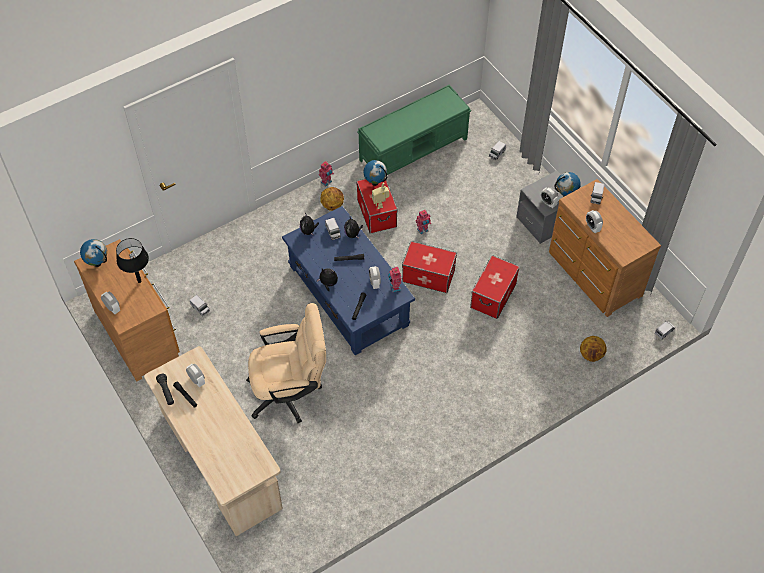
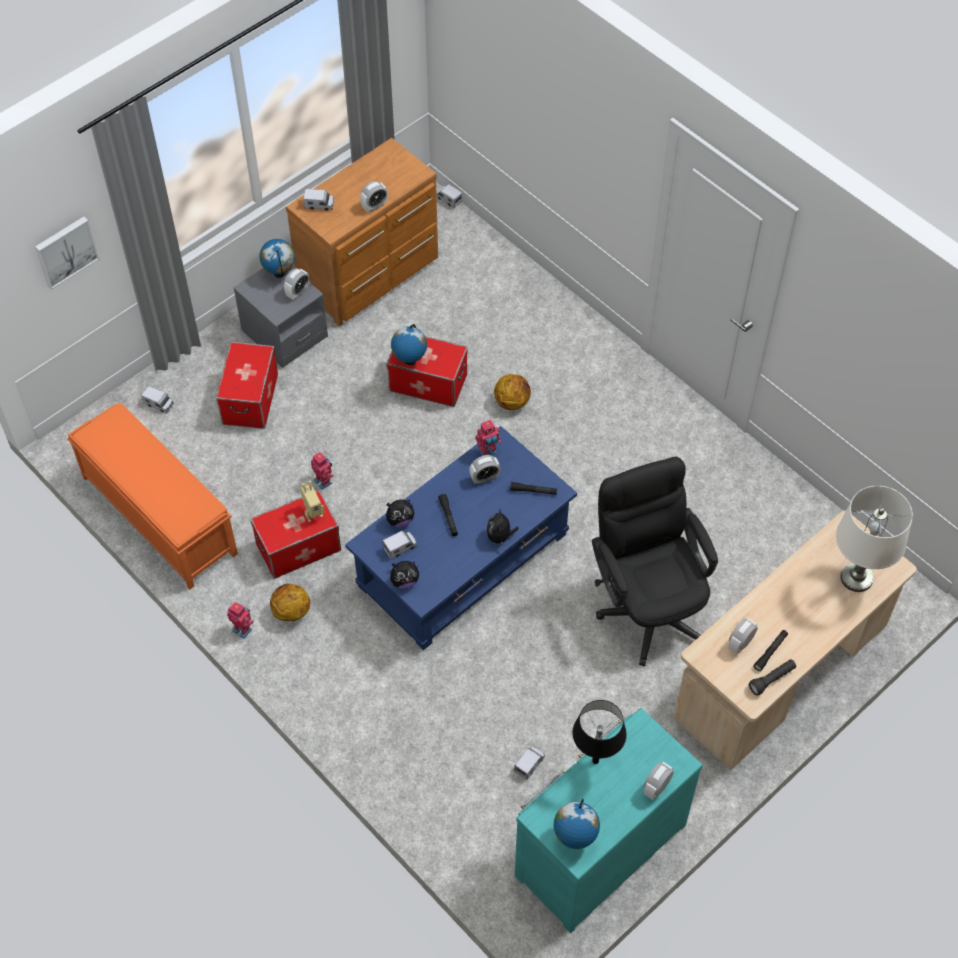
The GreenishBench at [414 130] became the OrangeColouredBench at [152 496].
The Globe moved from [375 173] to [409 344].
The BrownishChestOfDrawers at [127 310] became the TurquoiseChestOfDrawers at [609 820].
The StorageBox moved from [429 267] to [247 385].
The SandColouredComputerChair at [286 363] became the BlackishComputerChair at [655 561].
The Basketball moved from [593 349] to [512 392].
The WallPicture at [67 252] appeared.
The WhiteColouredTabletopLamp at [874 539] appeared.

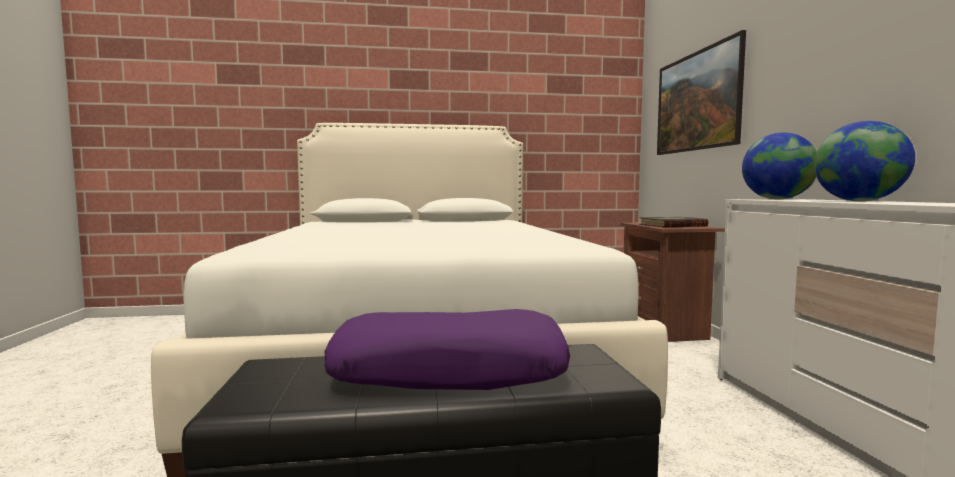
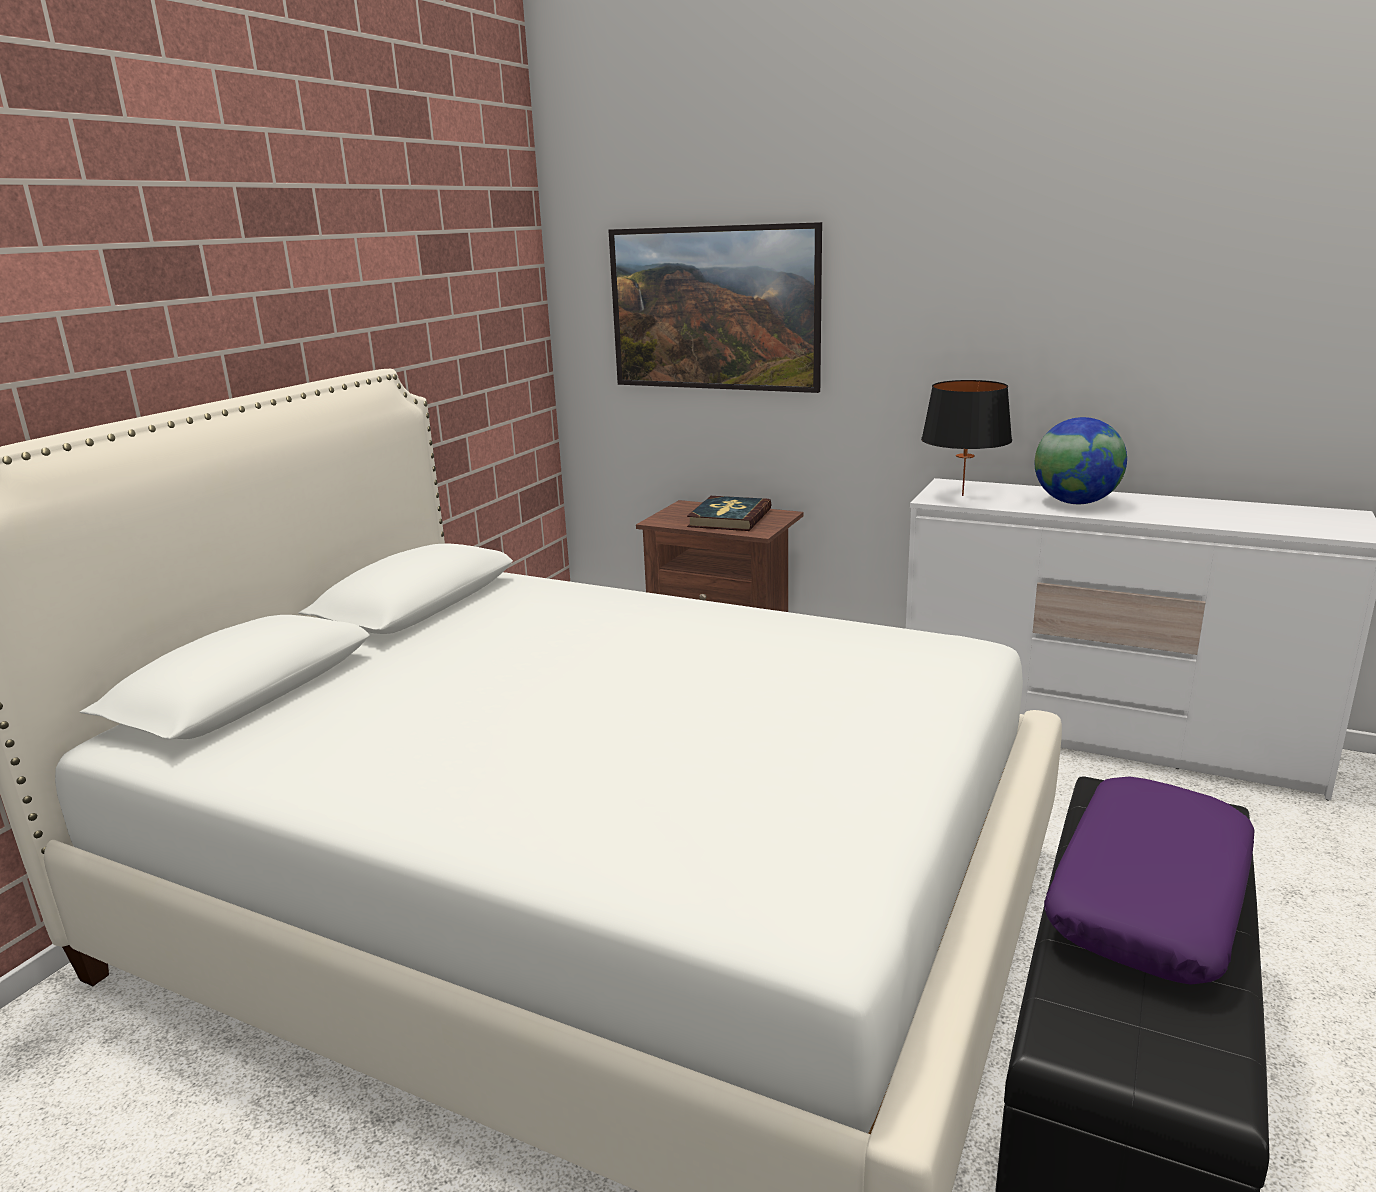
The Globe at [779 166] was replaced by the BlackishTabletopLamp at [966 438].

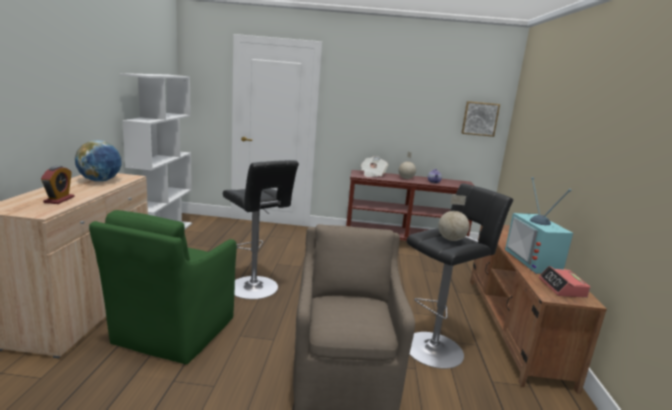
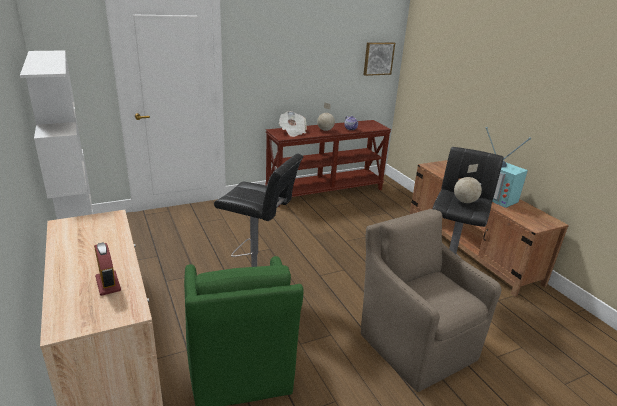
The Globe at [98 161] disappeared.
The AlarmClock at [564 282] disappeared.

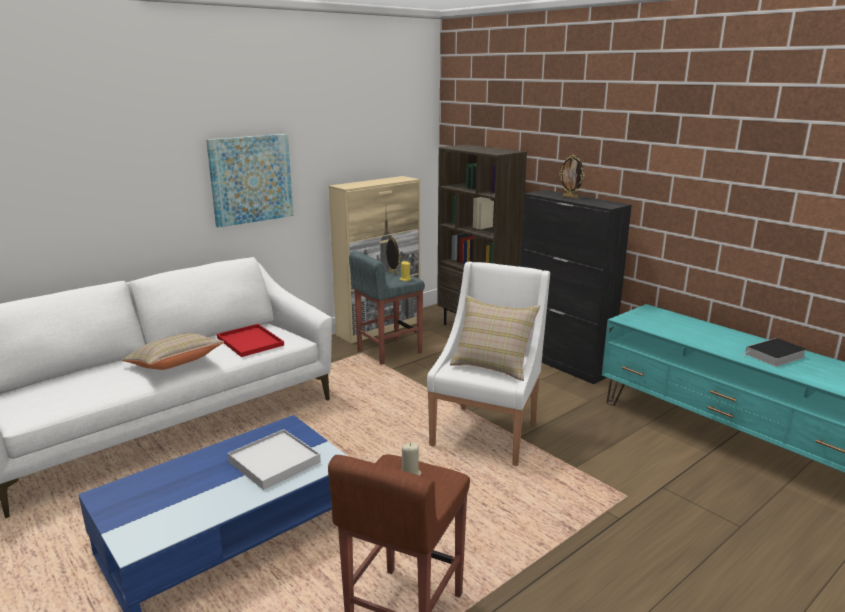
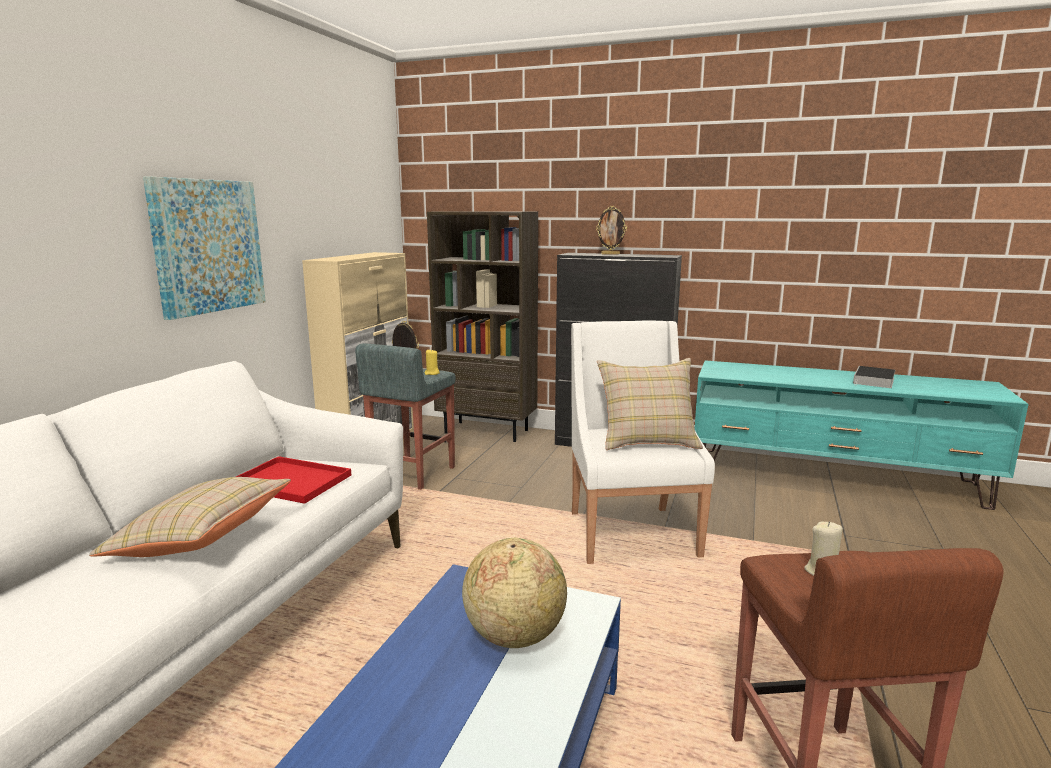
The WhiteColouredCarryingTray at [274 459] was replaced by the Globe at [514 593].

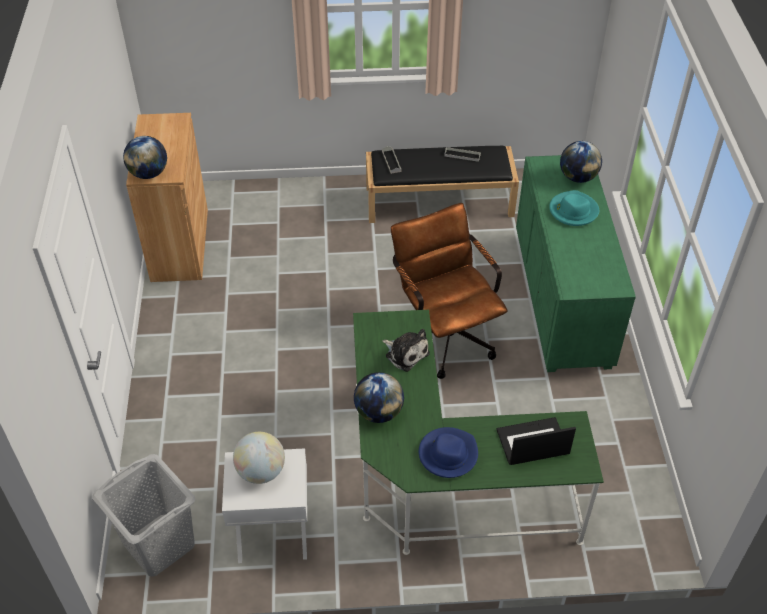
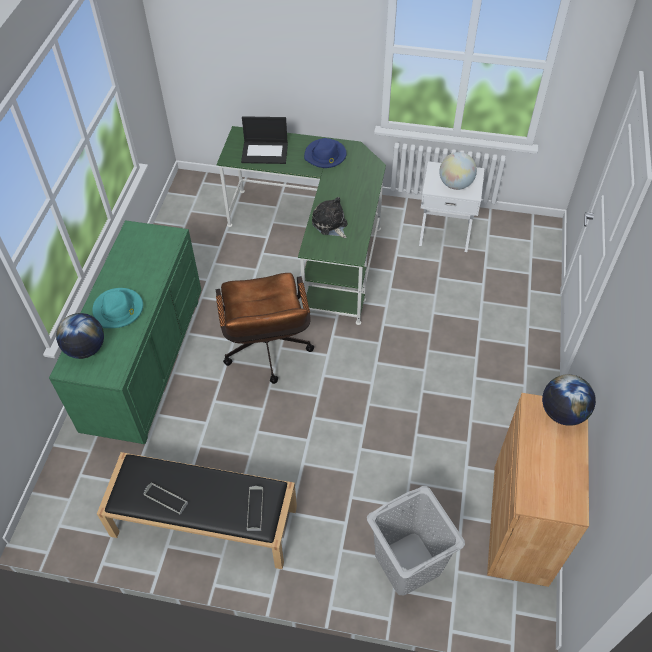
The Globe at [379 397] disappeared.
The GreyishWashingBasket moved from [143 515] to [416 541].

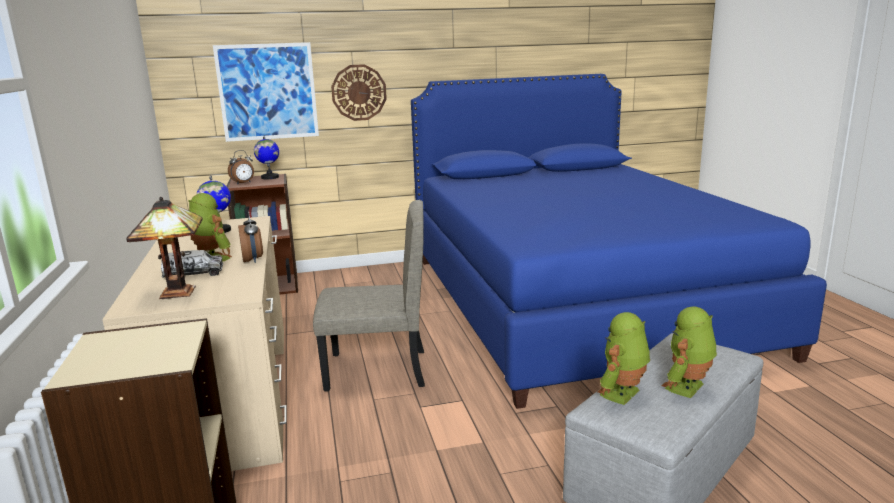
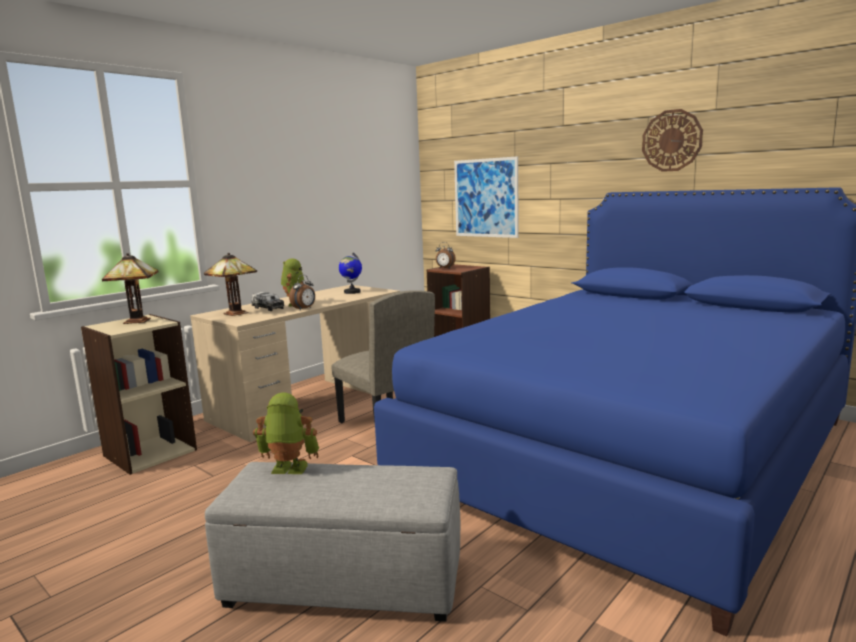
The ClockOnTheWall moved from [359 92] to [672 140].
The Globe at [266 157] disappeared.
The ToyRobot at [689 352] disappeared.
The TabletopLamp at [130 288] appeared.

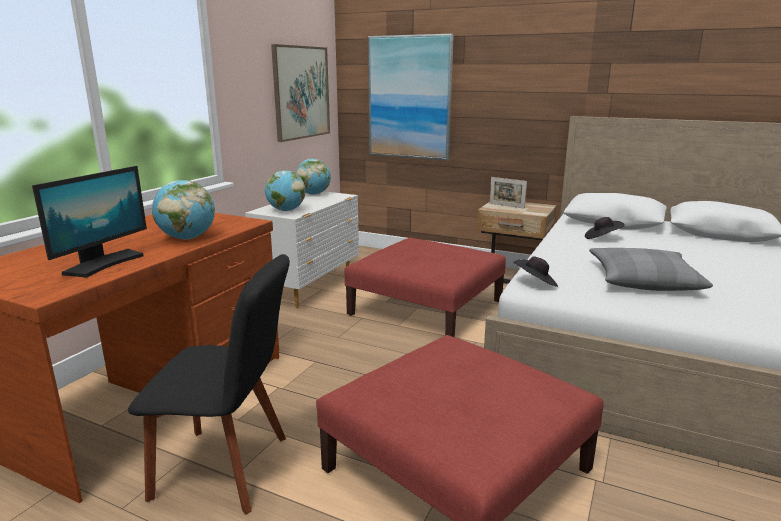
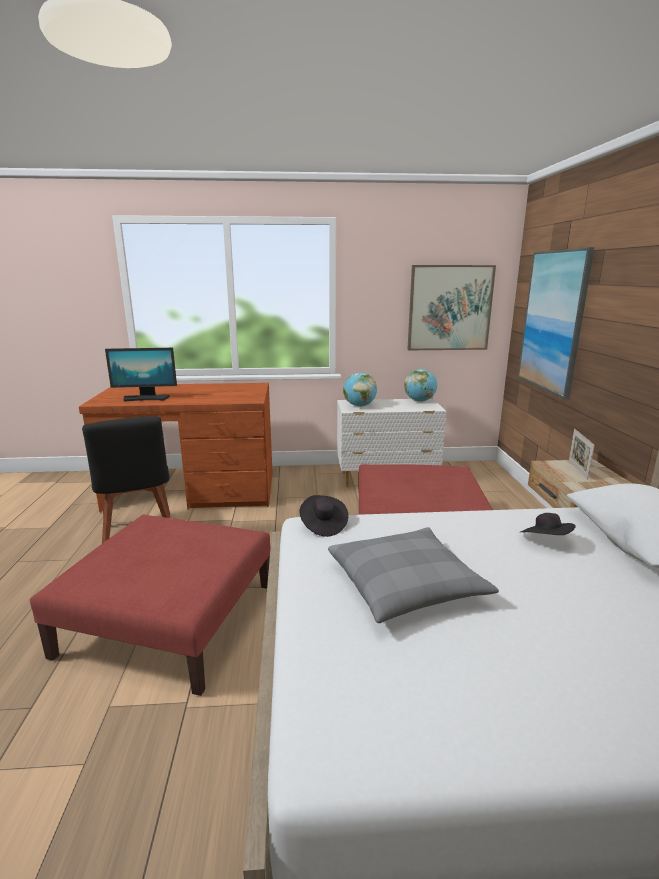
The Globe at [183 210] disappeared.

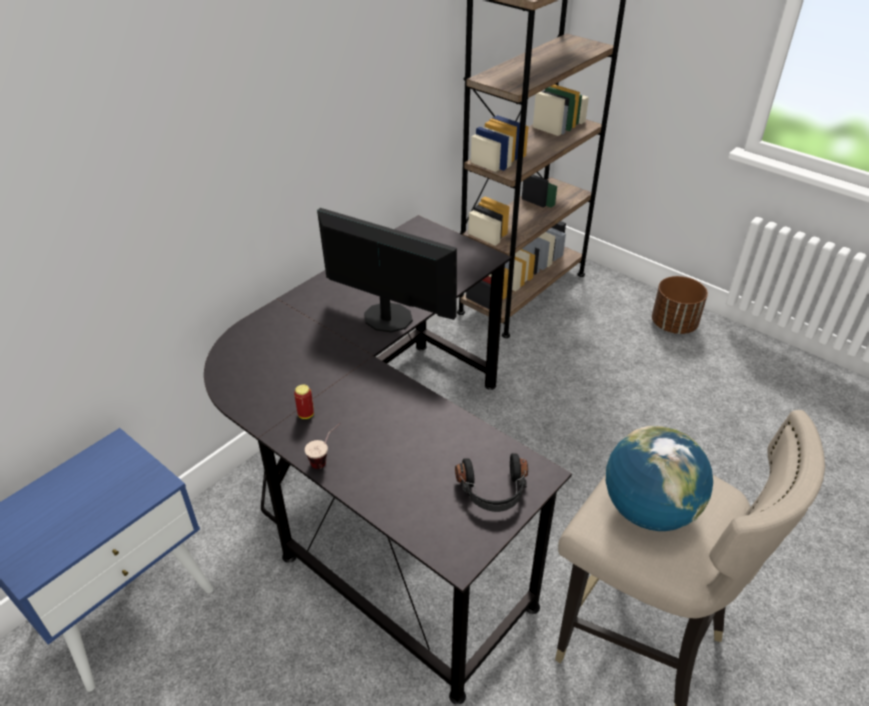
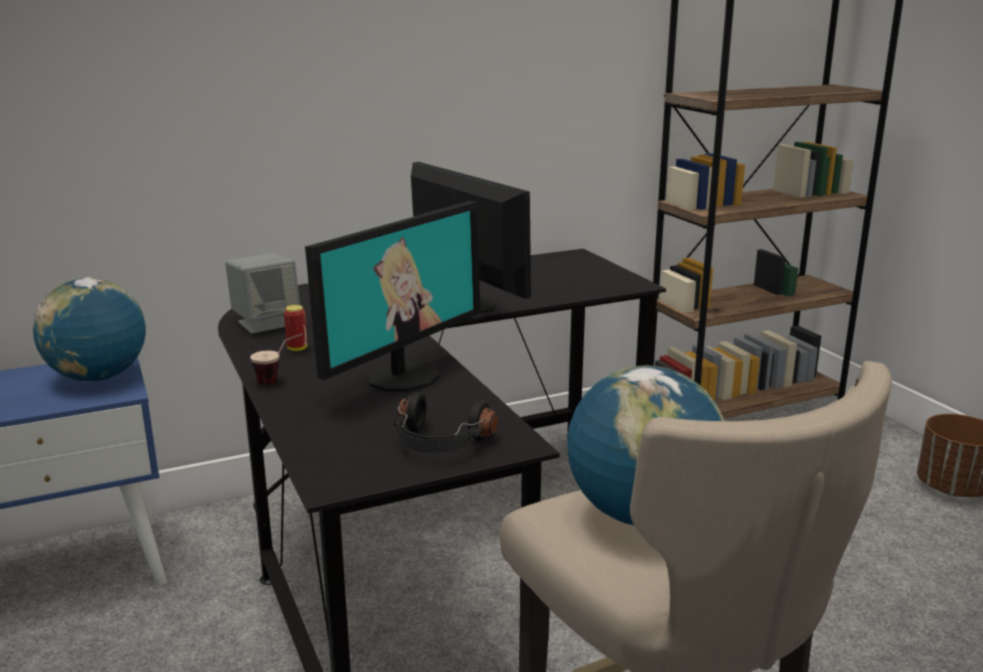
The Monitor at [393 296] appeared.
The GreyishAudioSpeaker at [262 293] appeared.
The Globe at [89 329] appeared.

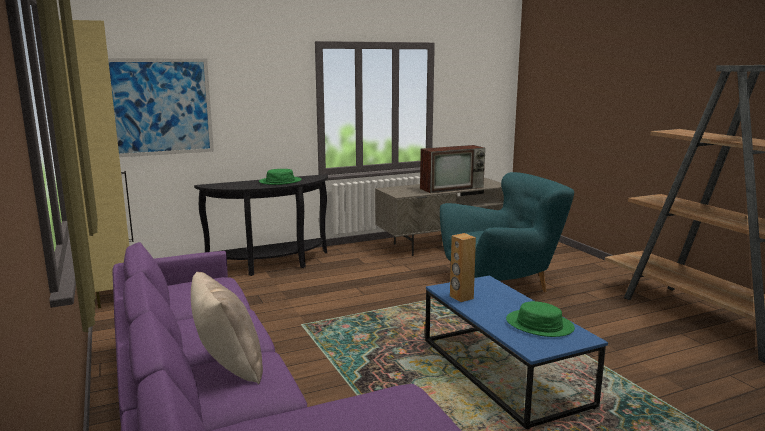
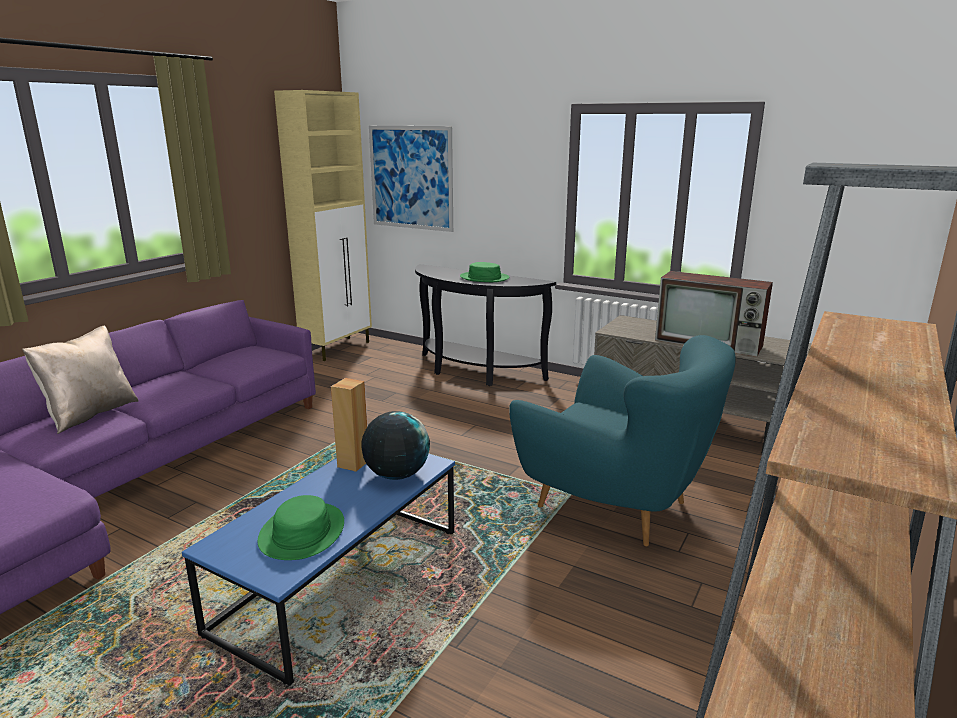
The Globe at [395 445] appeared.

